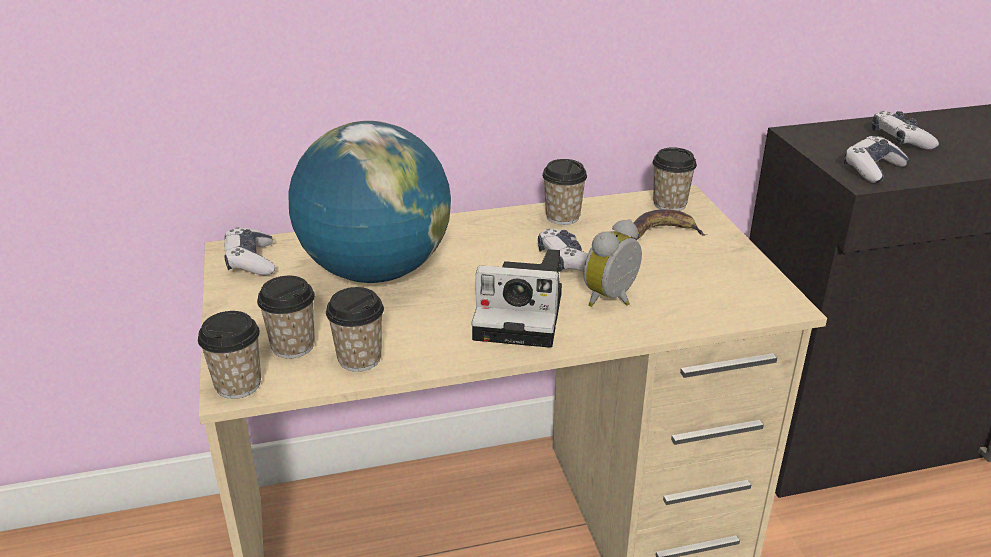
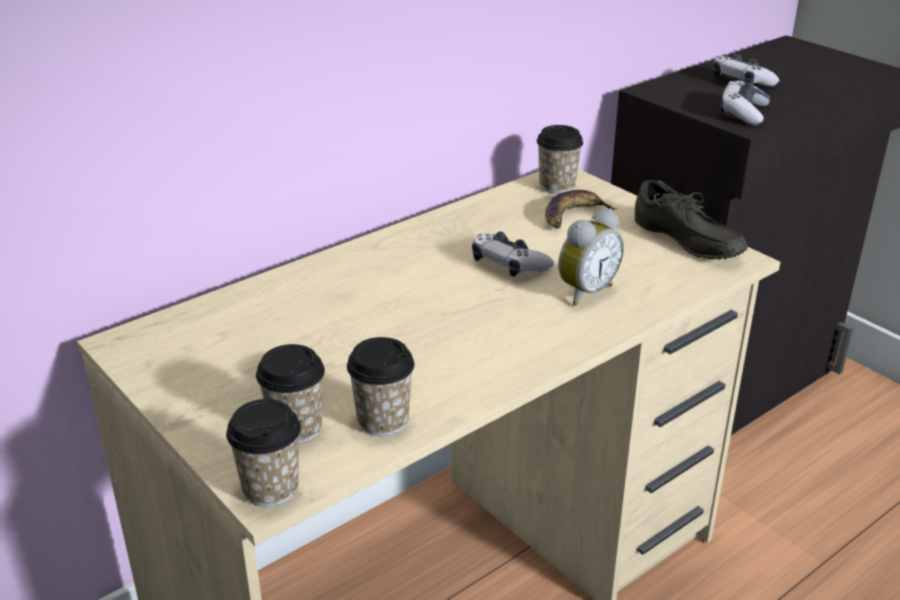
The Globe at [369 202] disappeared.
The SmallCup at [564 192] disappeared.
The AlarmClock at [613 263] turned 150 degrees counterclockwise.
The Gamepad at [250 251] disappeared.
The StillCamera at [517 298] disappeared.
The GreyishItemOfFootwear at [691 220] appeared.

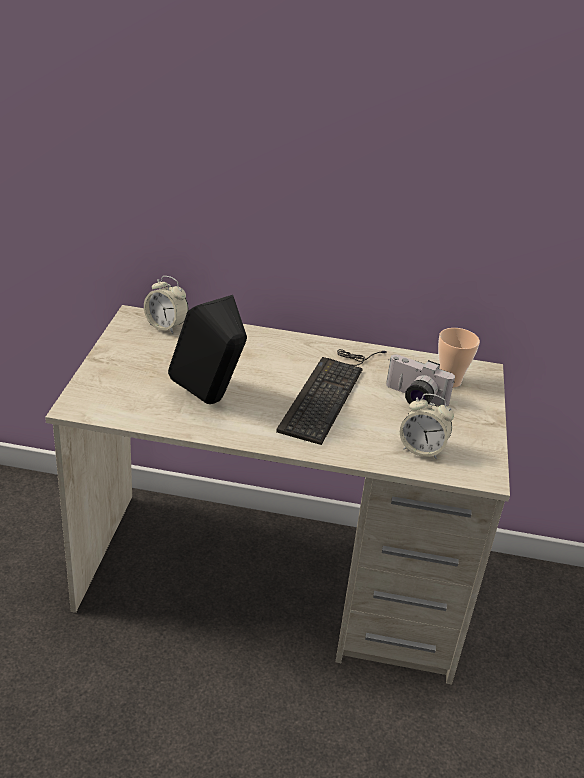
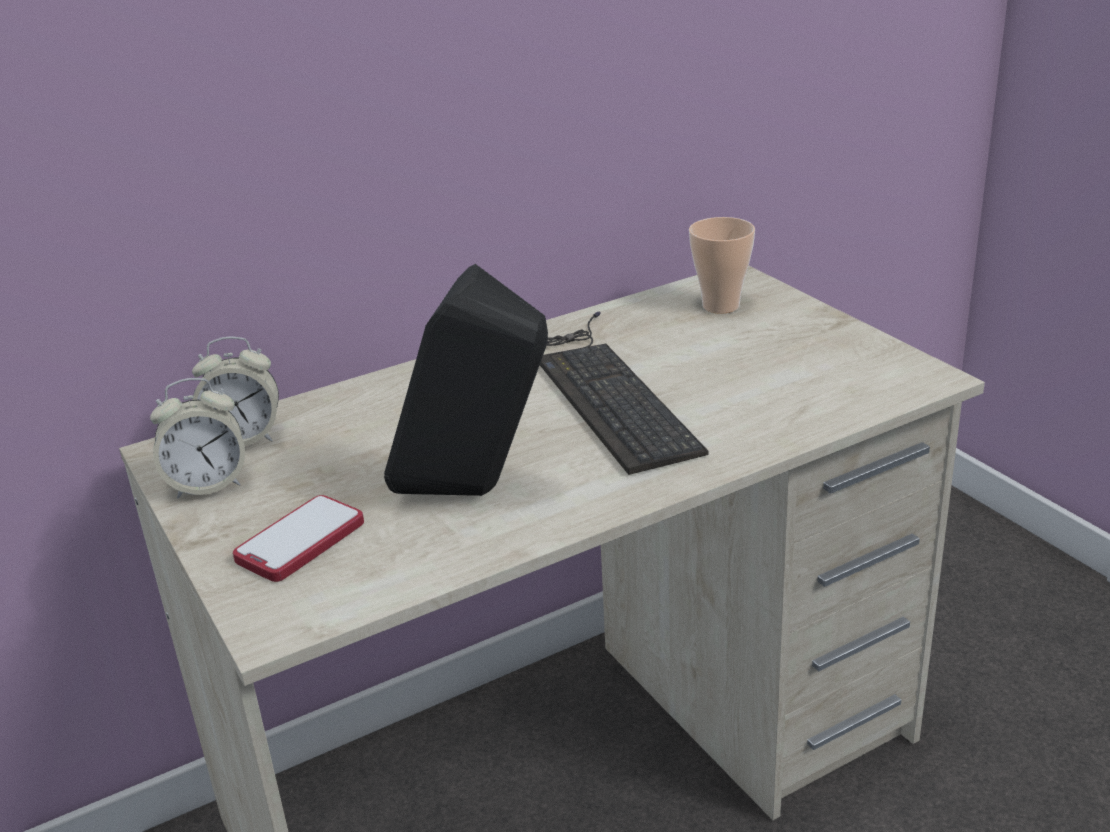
The StillCamera at [420 380] disappeared.
The AlarmClock moved from [427 426] to [197 438].
The Handset at [298 538] appeared.

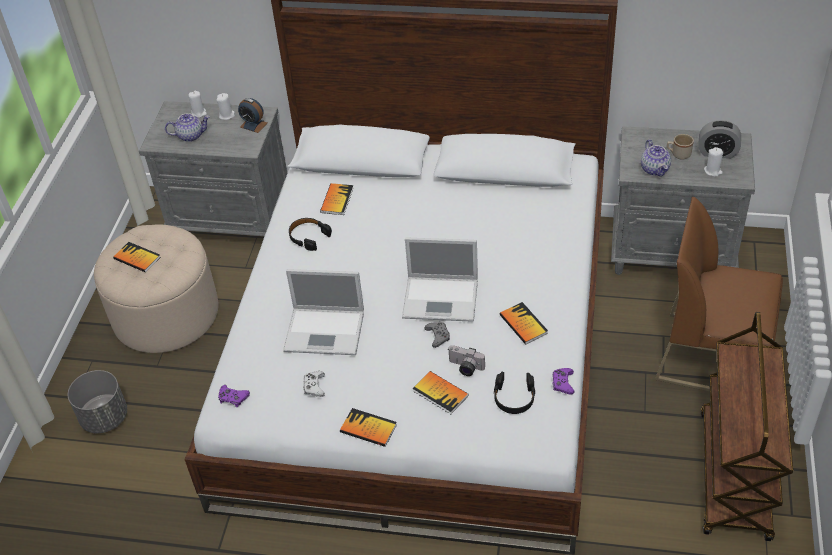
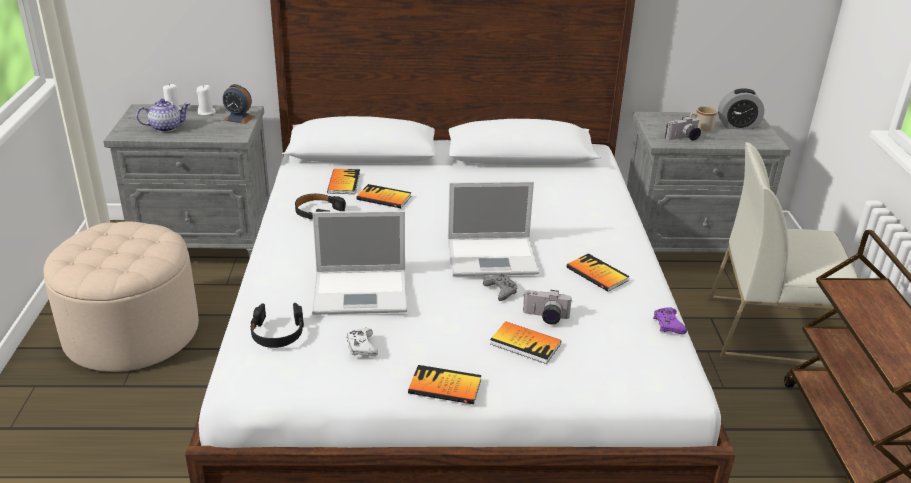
The TeaPot at [656 158] was replaced by the StillCamera at [683 128].
The WhiteColouredCandle at [713 162] disappeared.
The BrownishChair at [719 294] became the WhiteColouredChair at [783 255].
The BoundBook moved from [137 257] to [384 196].
The GreyishPlanter at [97 401] disappeared.
The BlackishHeadset moved from [514 393] to [277 325].
The PurpleGamepad at [234 396] disappeared.

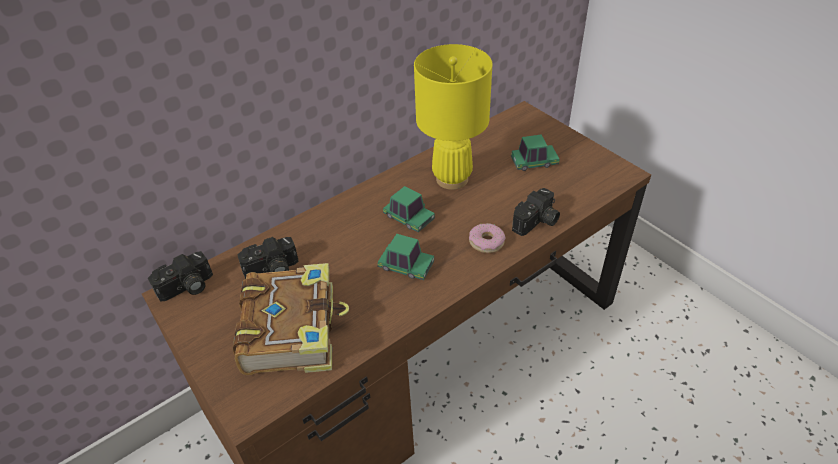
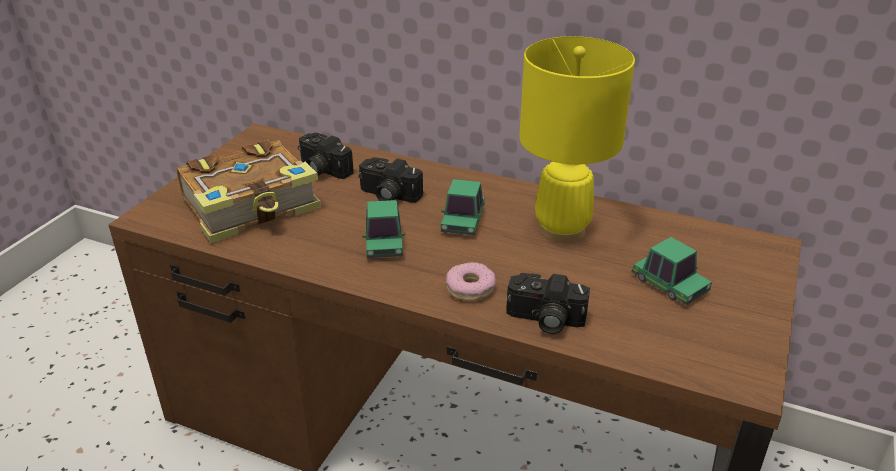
The StillCamera moved from [180 276] to [390 179].

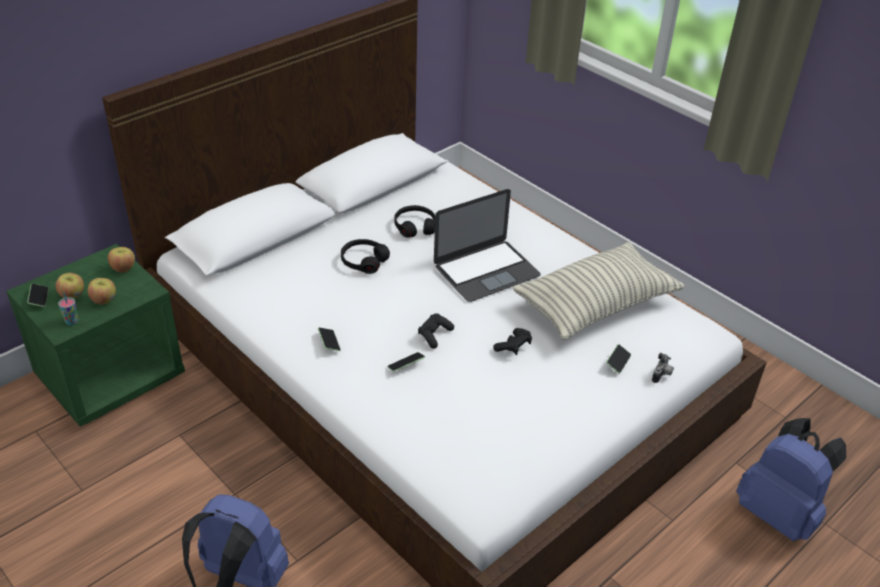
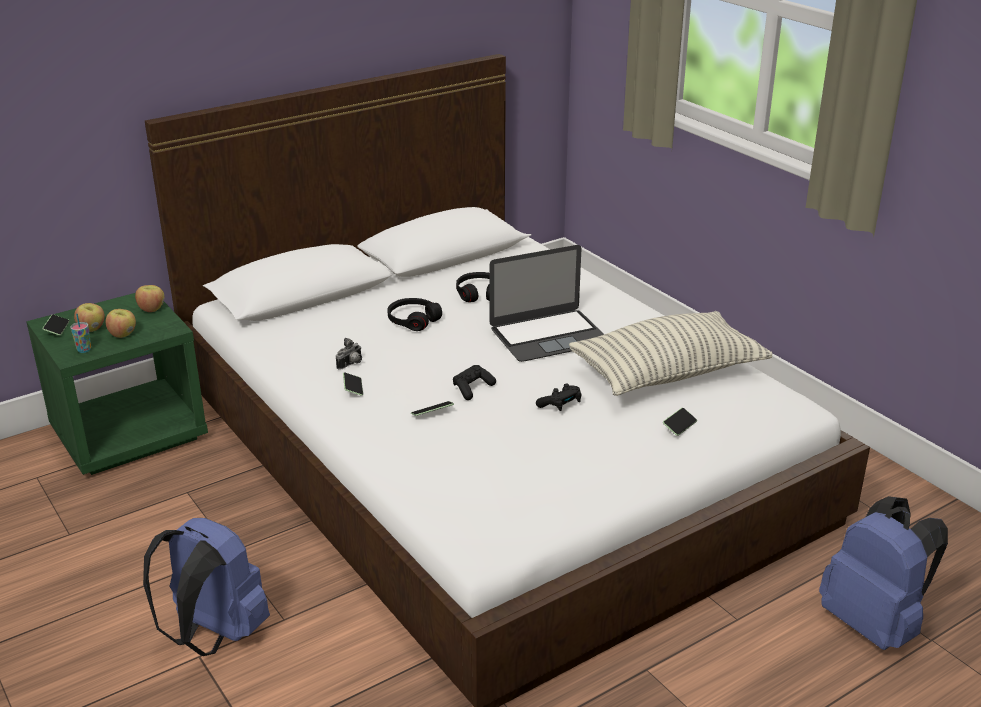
The StillCamera moved from [663 368] to [349 354].

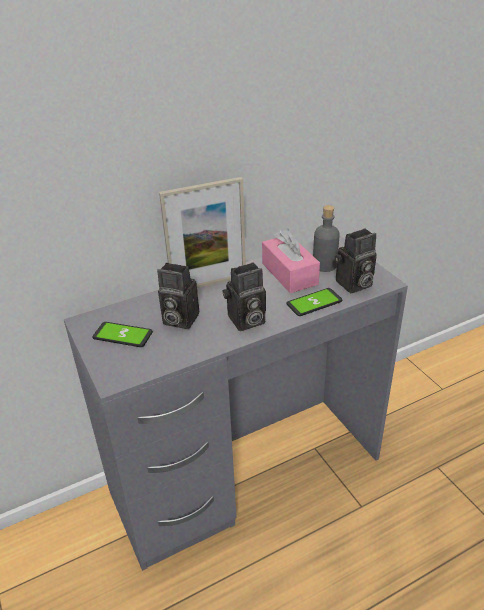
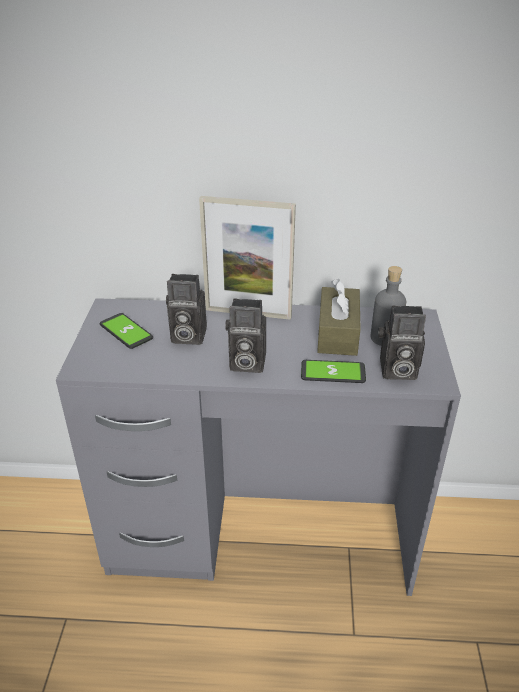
The PinkColouredTissueHolder at [291 261] became the BrownishTissueHolder at [339 317].
The StillCamera at [178 296] turned 45 degrees counterclockwise.

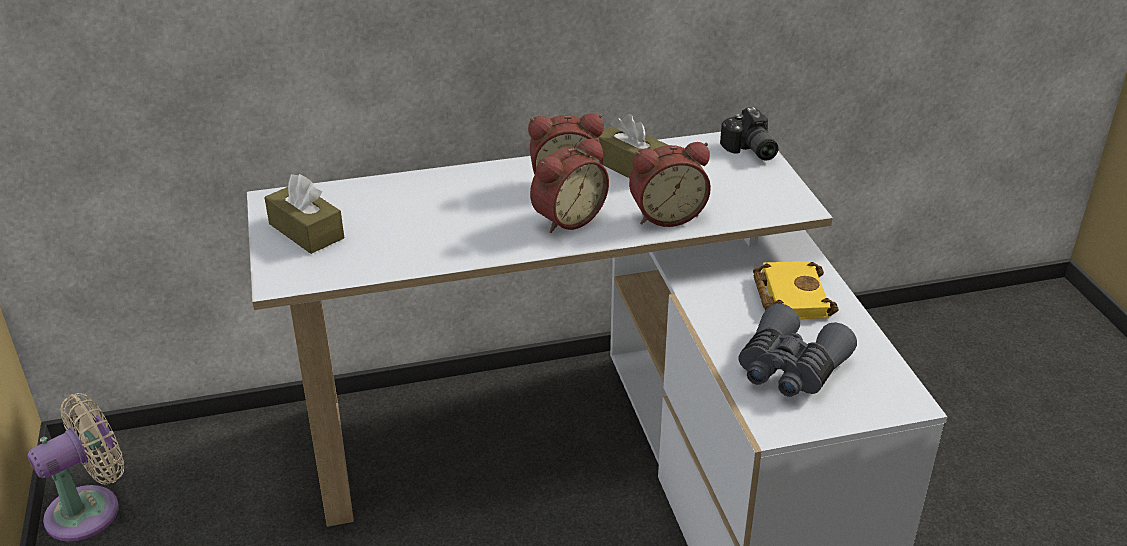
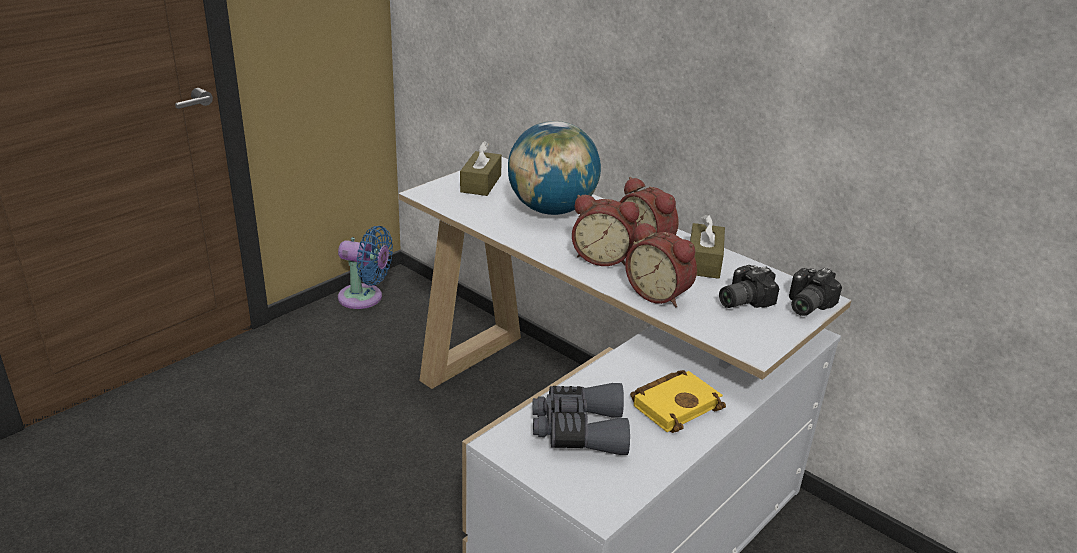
The SandColouredFan at [76 467] became the BlueFan at [365 267].
The Globe at [554 168] appeared.
The StillCamera at [749 286] appeared.

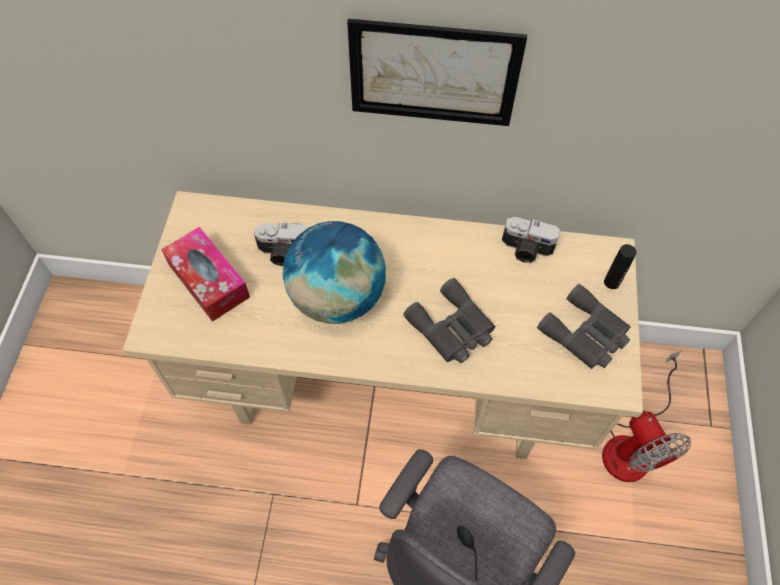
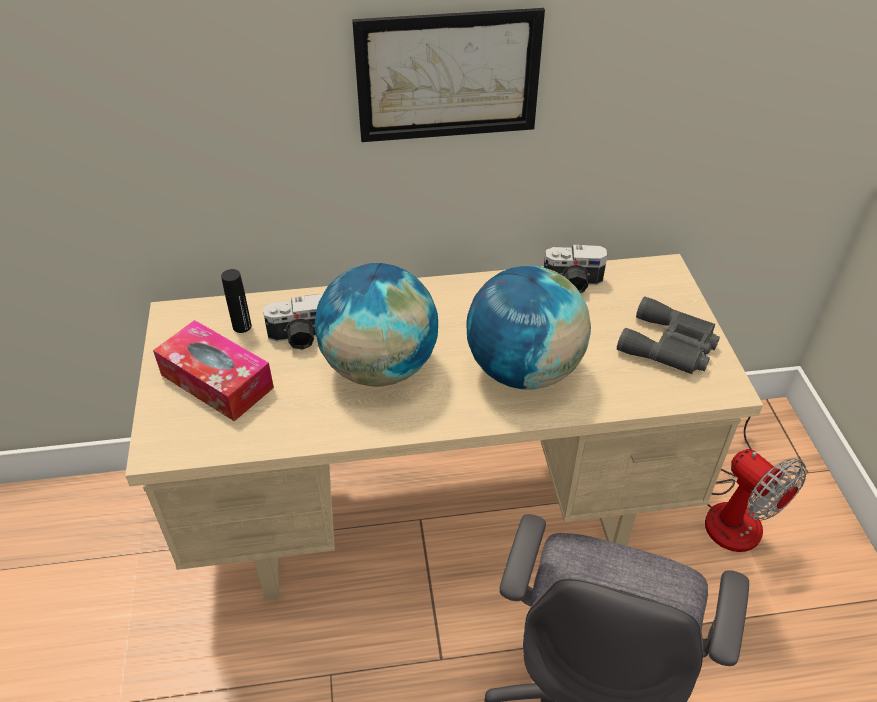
The BlackishBeverageBottle moved from [620 266] to [236 301].
The GreyishBinoculars at [449 320] was replaced by the Globe at [528 327].

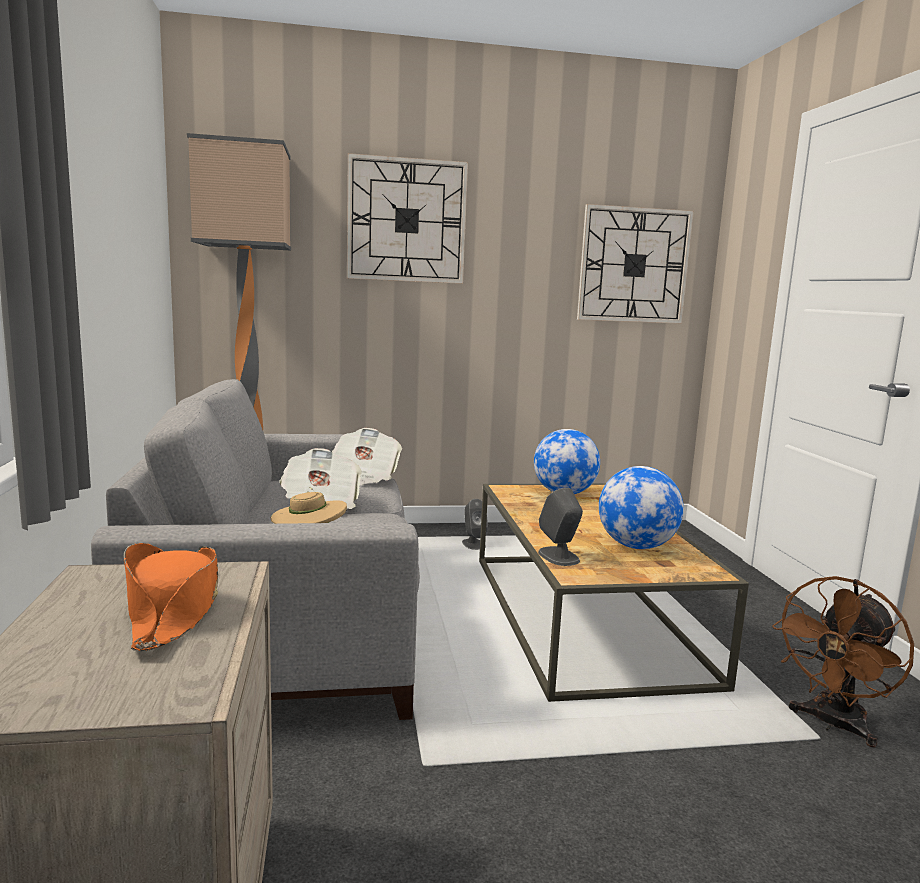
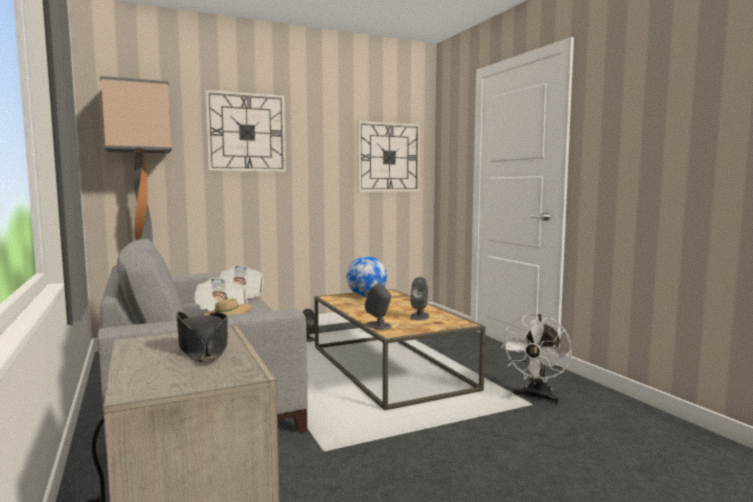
The Globe at [641 507] was replaced by the GreyishAudioSpeaker at [420 298].
The OrangeColouredWearableHat at [171 597] became the BlackishWearableHat at [202 337].
The BrownishFan at [843 661] became the WhiteColouredFan at [536 359].

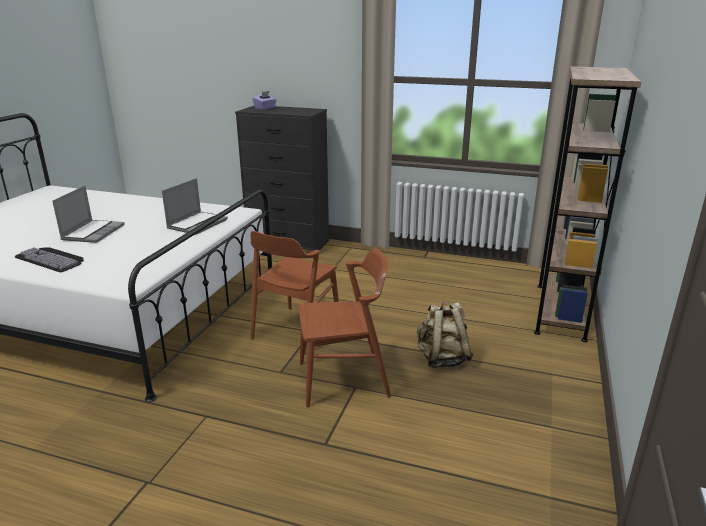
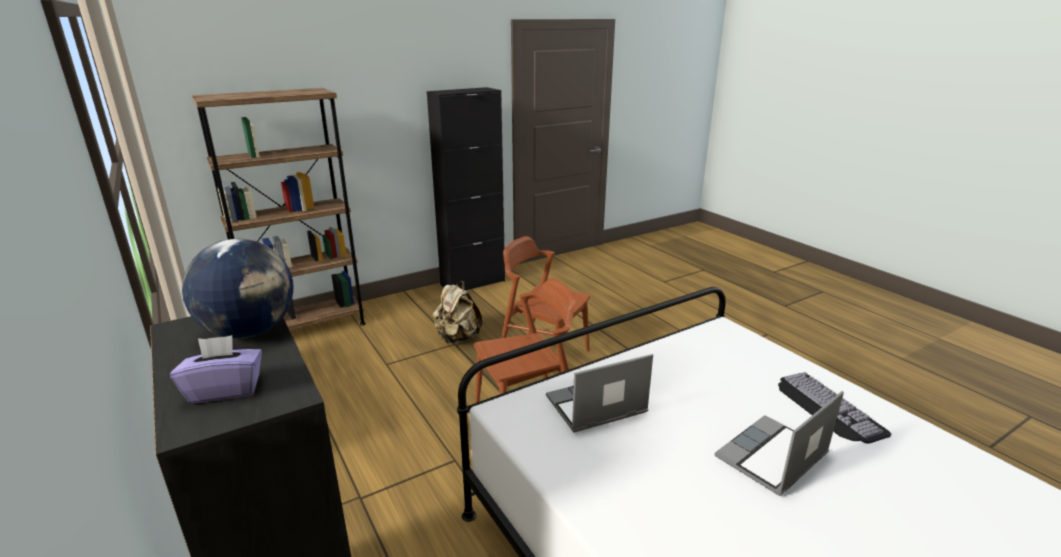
The BlackishCupboard at [466 189] appeared.
The Globe at [238 288] appeared.

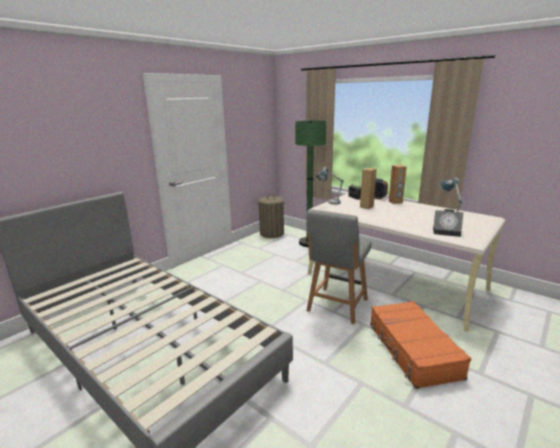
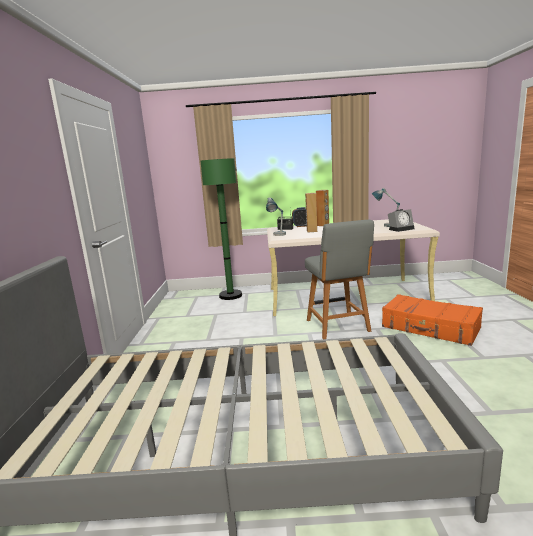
The WashingBasket at [271 216] disappeared.

